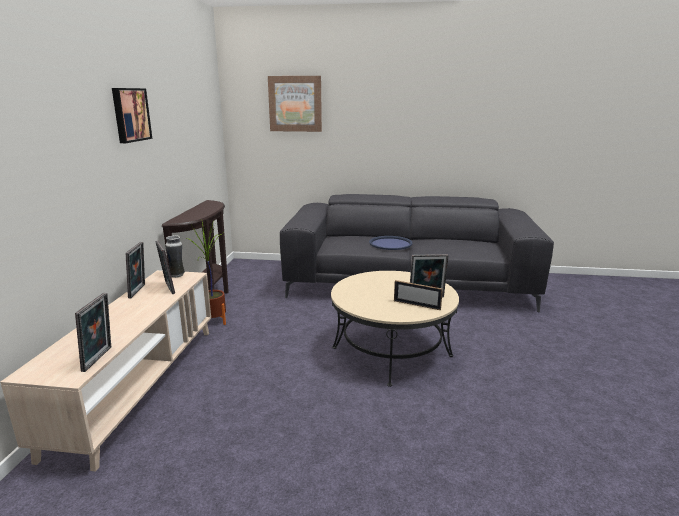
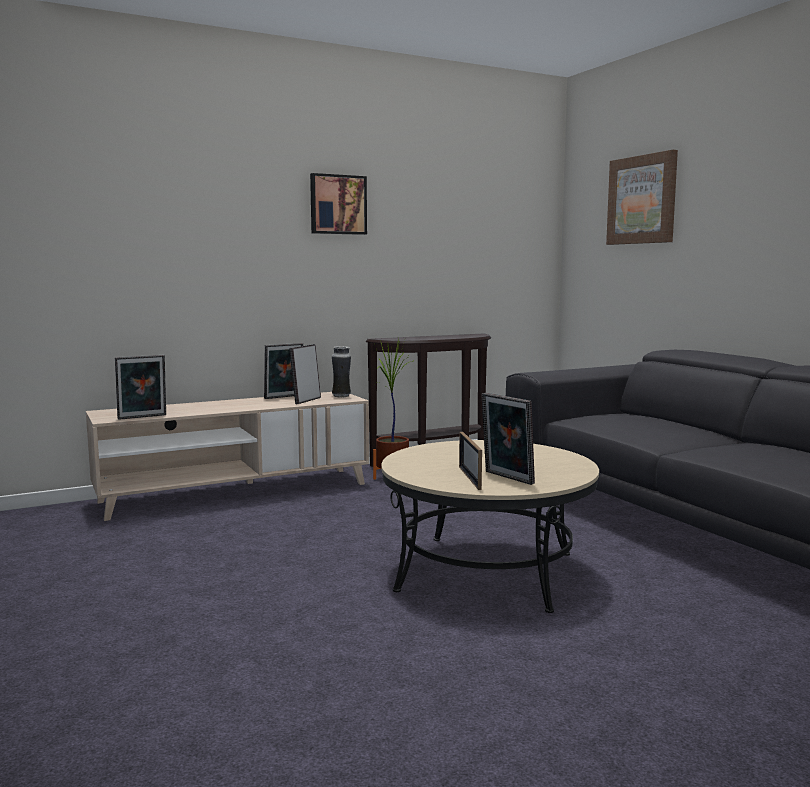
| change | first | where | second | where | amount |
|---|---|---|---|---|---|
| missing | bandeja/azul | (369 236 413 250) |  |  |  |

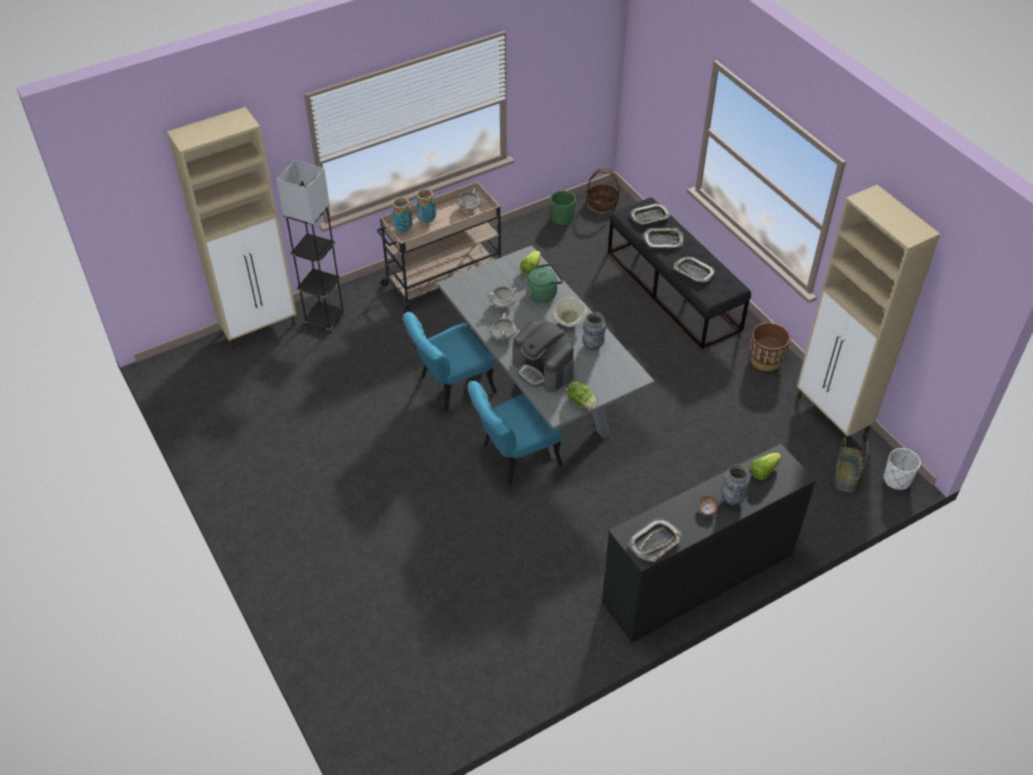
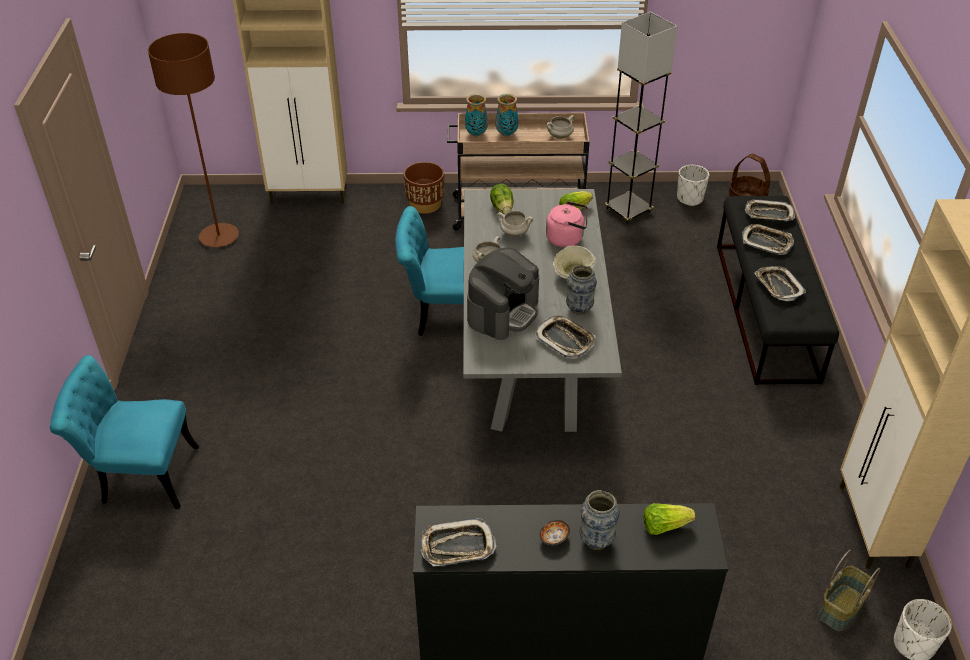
| change | first | where | second | where | amount |
|---|---|---|---|---|---|
| relocated | silla/turquesa | (468 381 563 485) |  | (50 355 199 509) |  |
| appeared |  |  | lámpara de pie/marrón | (148 33 239 247) |  |
| relocated | maceta/marrón | (750 323 791 371) |  | (404 162 444 214) |  |
| spun | cafetera | (513 319 574 393) |  | (467 248 539 340) | 135 degrees counterclockwise |
| relocated | lechuga | (567 381 597 409) |  | (490 184 514 214) |  |
| appeared |  |  | bandeja | (535 316 596 359) |  |
| colour | hervidor/verde | (527 264 563 303) | hervidor/rosa | (546 201 588 247) |  |
| relocated | lámpara de pie/gris | (277 160 346 333) |  | (605 12 678 224) |  |
| colour | maceta/verde | (550 191 576 225) | maceta/blanco | (677 165 709 206) |  |

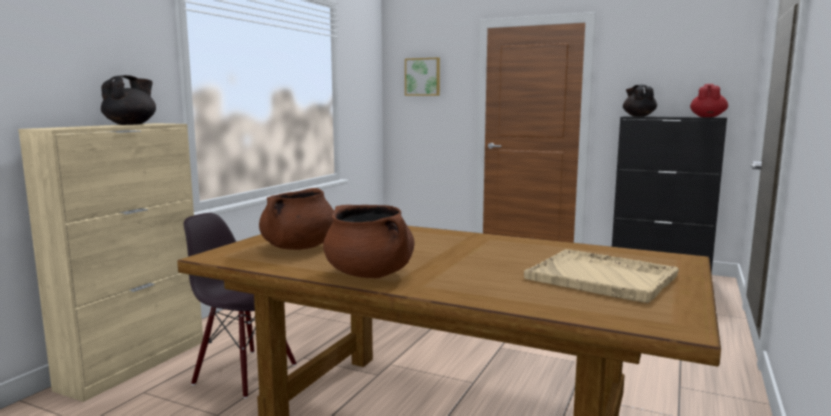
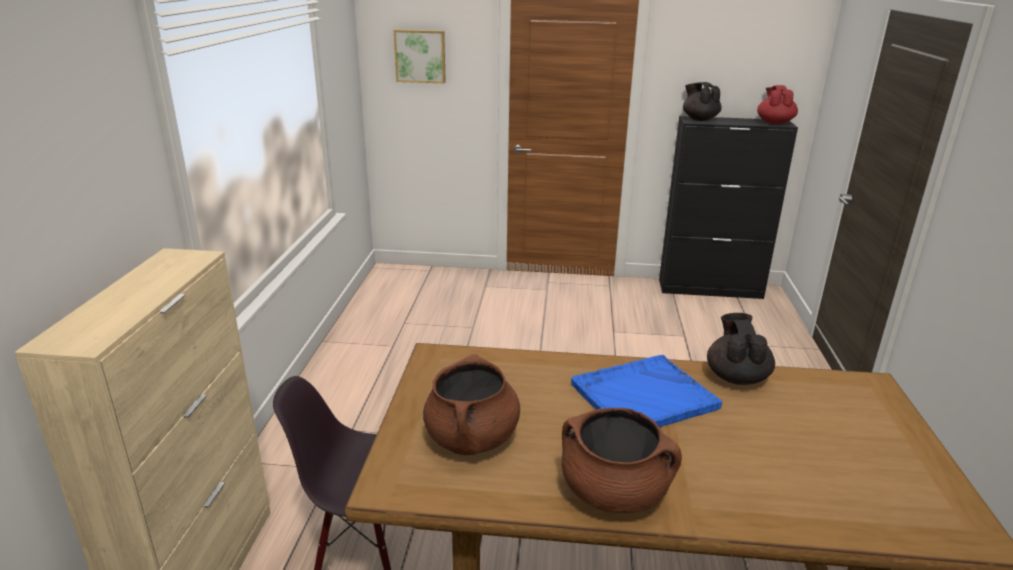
| change | first | where | second | where | amount |
|---|---|---|---|---|---|
| appeared |  |  | bandeja/azul | (571 355 722 427) |  |
| relocated | tetera/negro | (101 75 156 125) |  | (707 313 775 385) |  |
| missing | bandeja/beis | (524 249 679 303) |  |  |  |

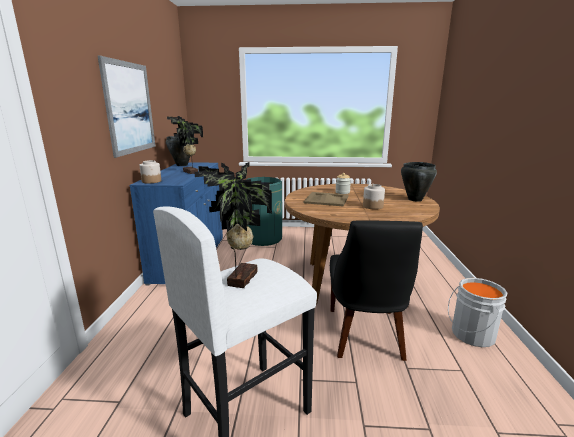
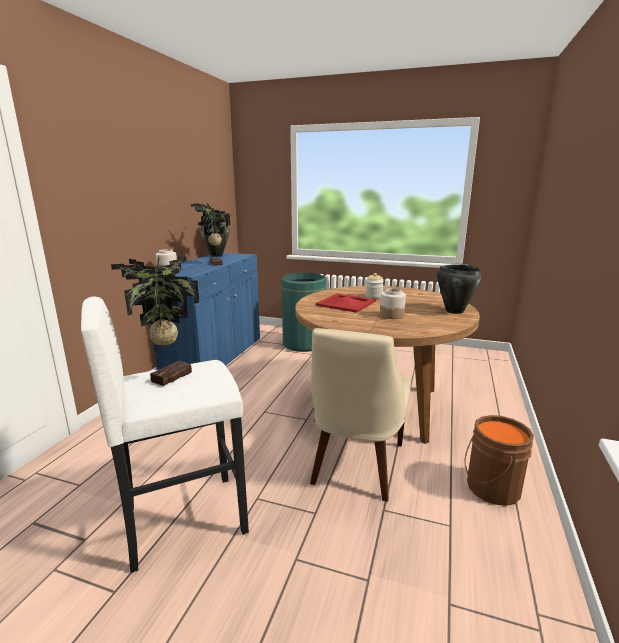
| change | first | where | second | where | amount |
|---|---|---|---|---|---|
| colour | silla/negro | (330 220 423 361) | silla/beis | (310 328 411 502) |  |
| colour | bandeja/beis | (304 192 349 207) | bandeja/rojo | (315 293 376 313) |  |
| colour | cubo/gris | (448 278 508 347) | cubo/marrón | (465 415 534 506) |  |
| missing | cuadro | (98 56 156 158) |  |  |  |

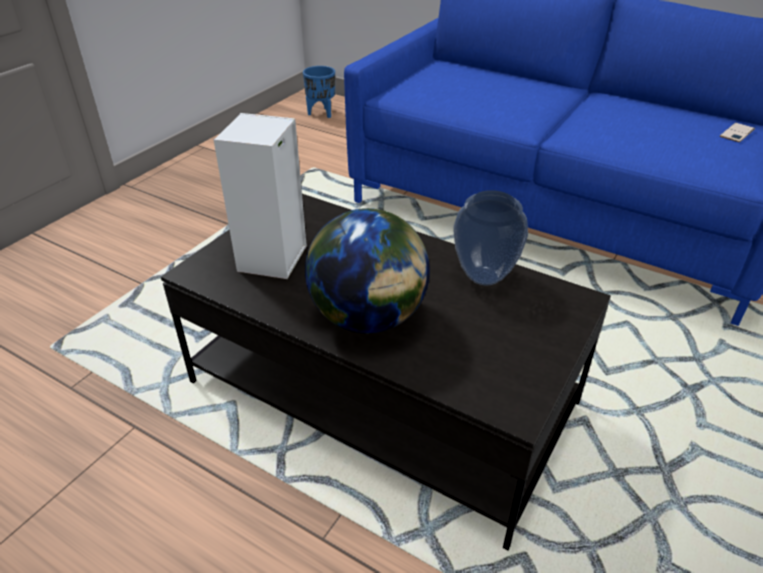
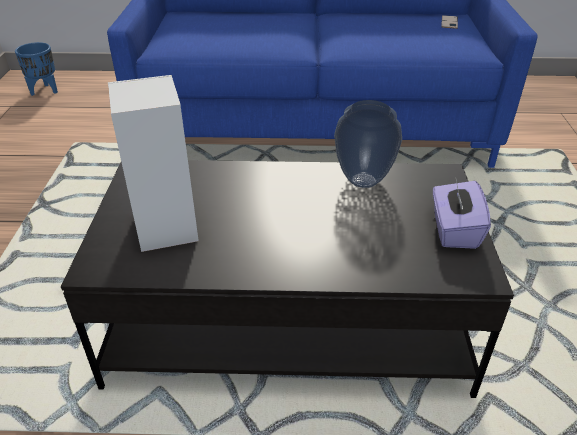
| change | first | where | second | where | amount |
|---|---|---|---|---|---|
| appeared |  |  | caja de pañuelos/morado | (433 180 491 249) |  |
| missing | globo terráqueo | (305 208 430 333) |  |  |  |

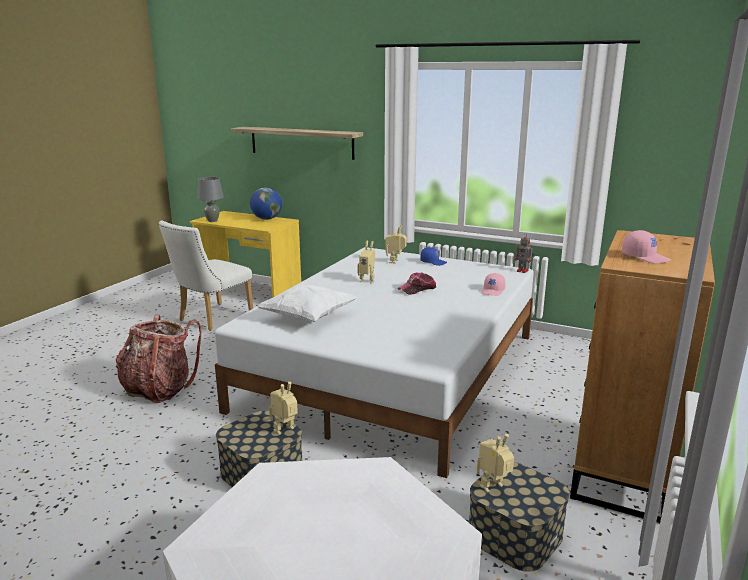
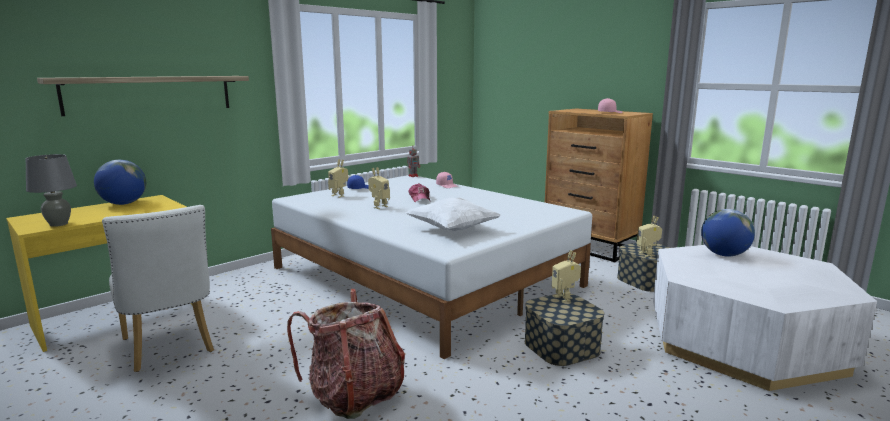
| change | first | where | second | where | amount |
|---|---|---|---|---|---|
| appeared |  |  | globo terráqueo | (701 209 755 257) |  |

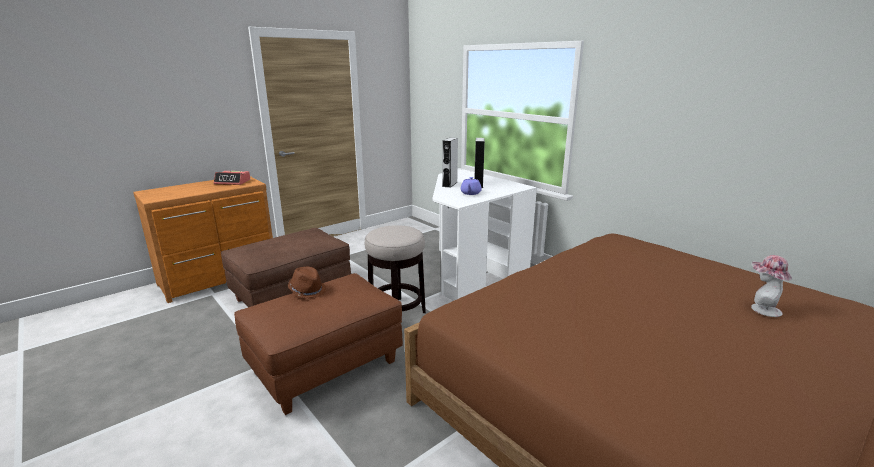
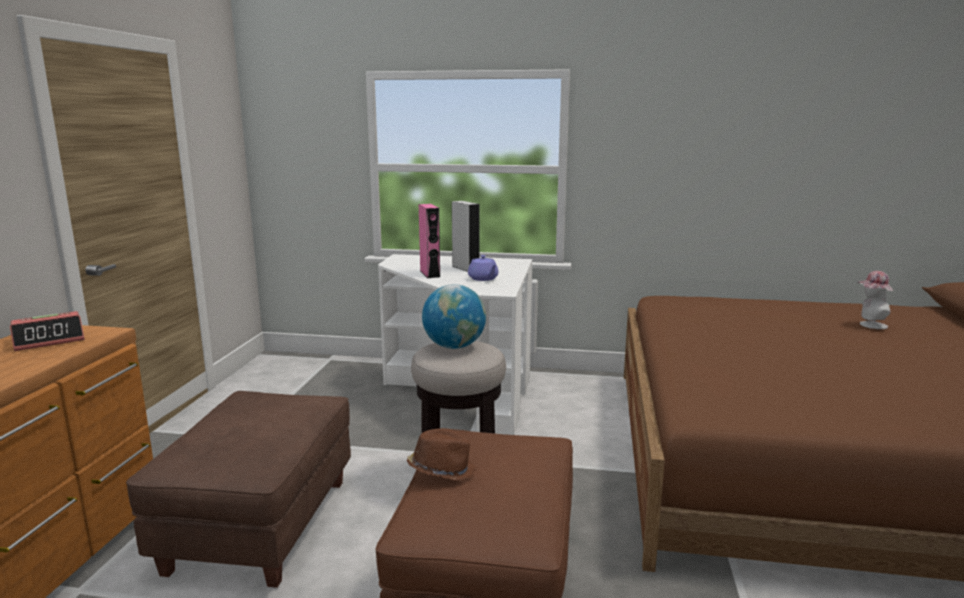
| change | first | where | second | where | amount |
|---|---|---|---|---|---|
| colour | altavoz/gris | (442 137 458 188) | altavoz/rosa | (419 204 440 278) |  |
| appeared |  |  | globo terráqueo | (422 284 486 349) |  |

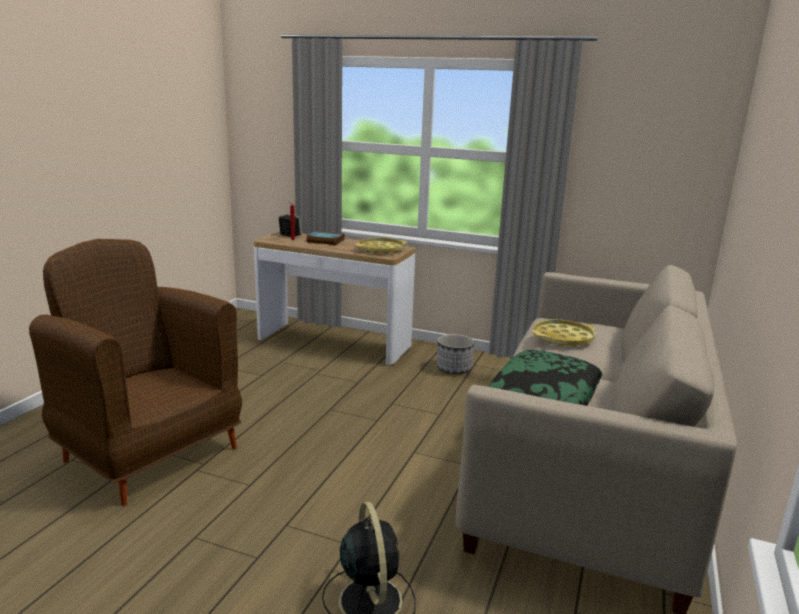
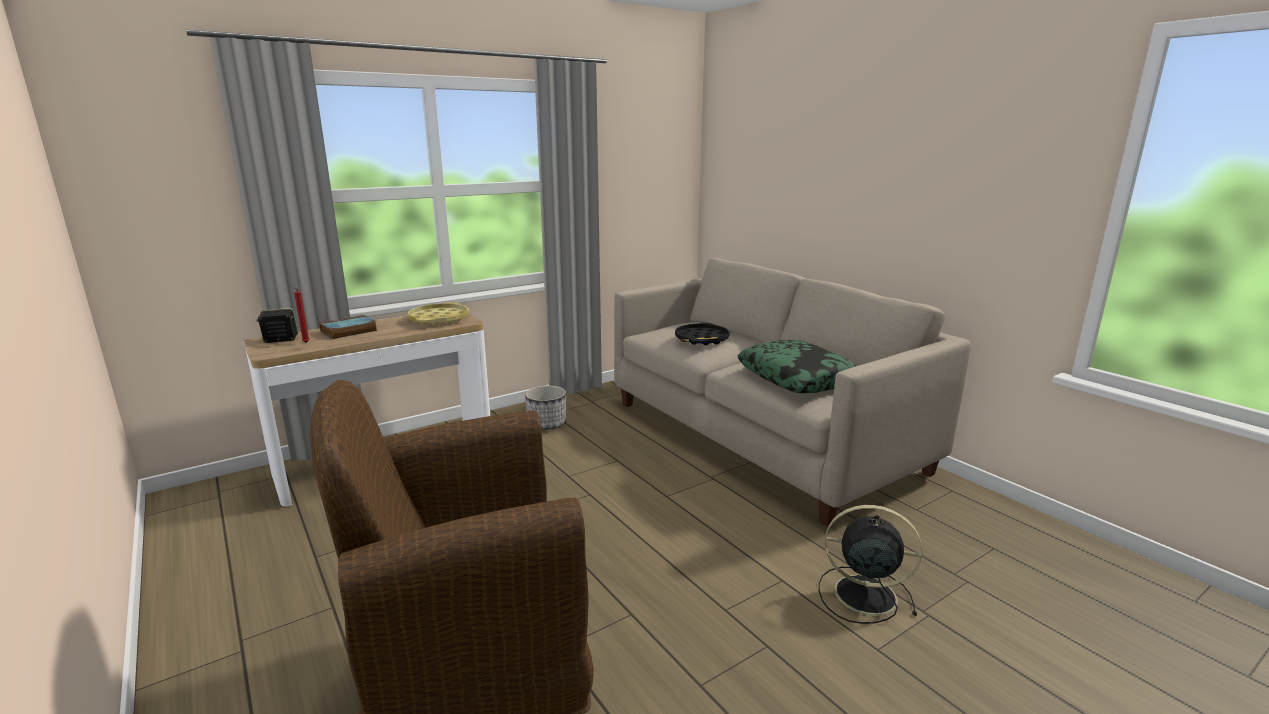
| change | first | where | second | where | amount |
|---|---|---|---|---|---|
| colour | bandeja/amarillo | (532 319 596 347) | bandeja/negro | (675 322 730 345) |  |

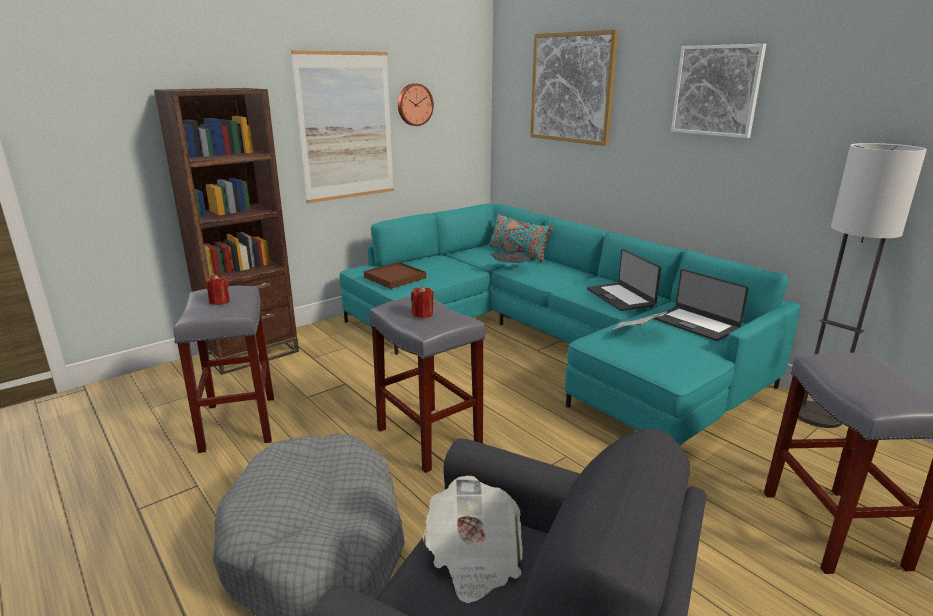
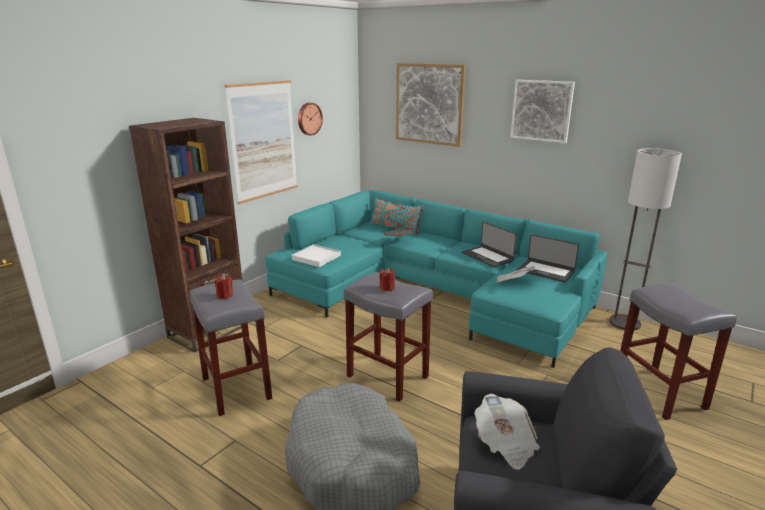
| change | first | where | second | where | amount |
|---|---|---|---|---|---|
| colour | bandeja/marrón | (364 262 426 289) | bandeja/blanco | (292 244 341 267) |  |

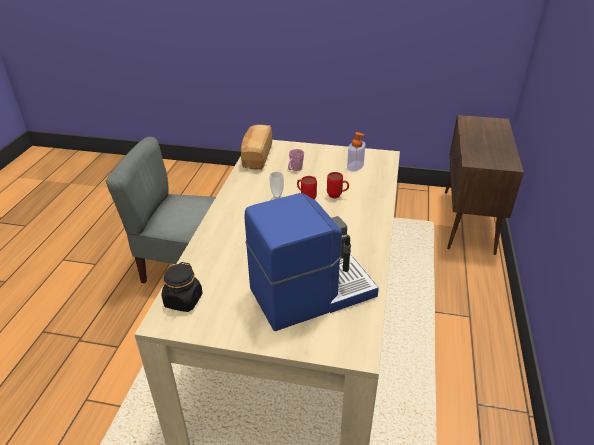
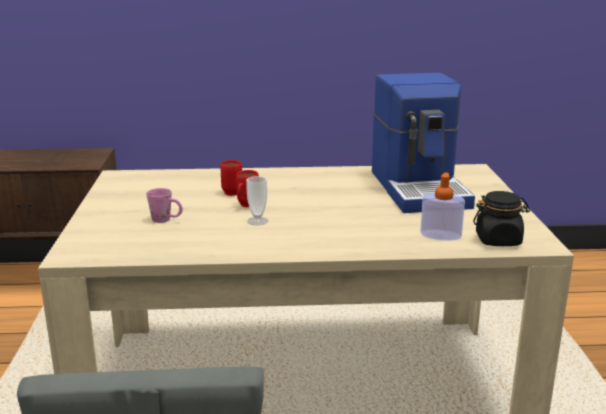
| change | first | where | second | where | amount |
|---|---|---|---|---|---|
| spun | cafetera | (244 193 379 331) |  | (372 73 475 213) | 150 degrees counterclockwise |
| relocated | dispensador de jabón | (347 132 365 172) |  | (420 172 465 241) |  |
| missing | pan | (241 125 272 170) |  |  |  |

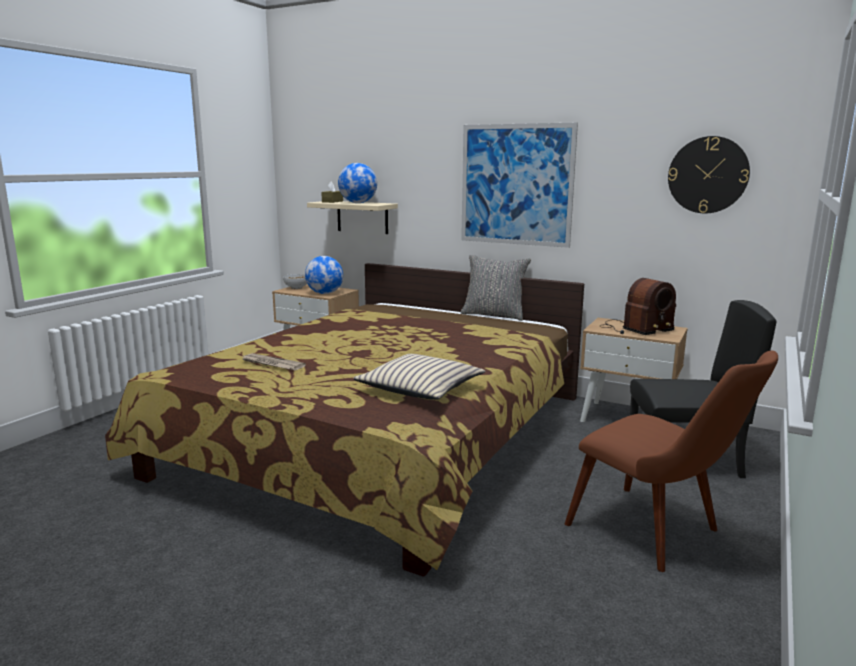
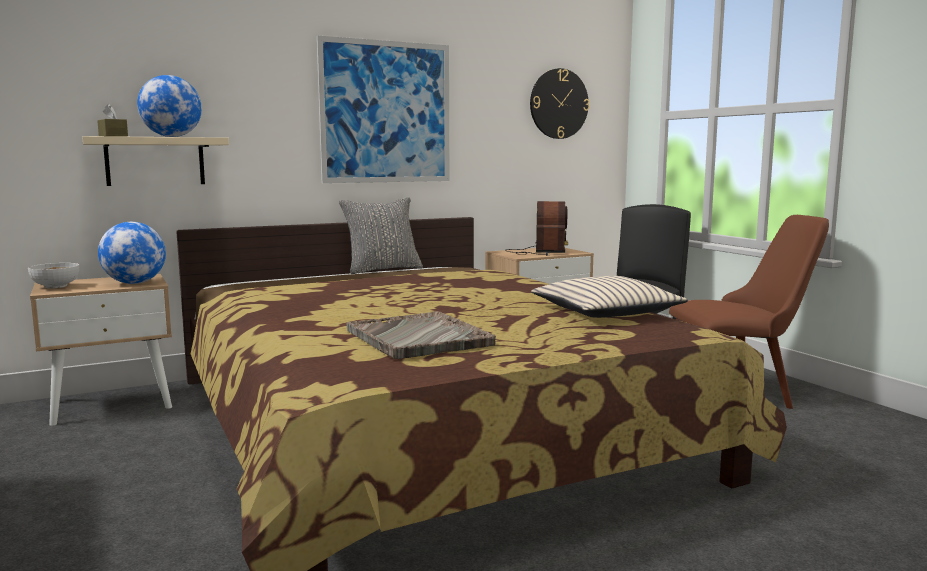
| change | first | where | second | where | amount |
|---|---|---|---|---|---|
| exchanged | periódico | (243 353 306 370) | bandeja/gris | (346 311 496 359) |  |

